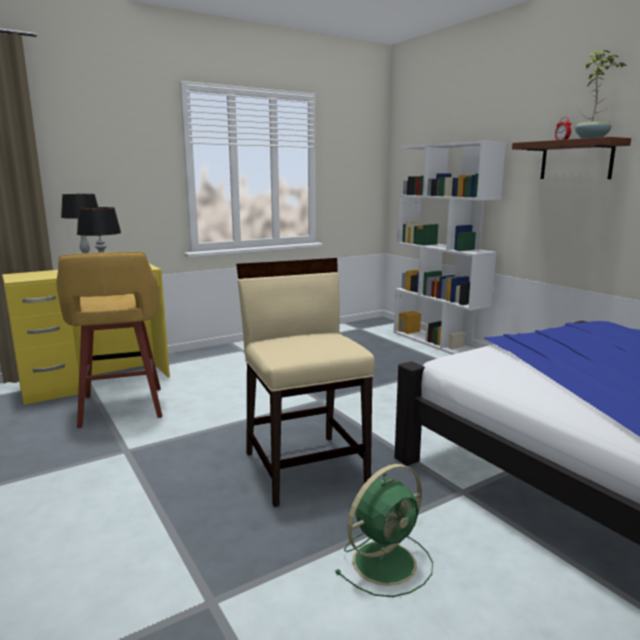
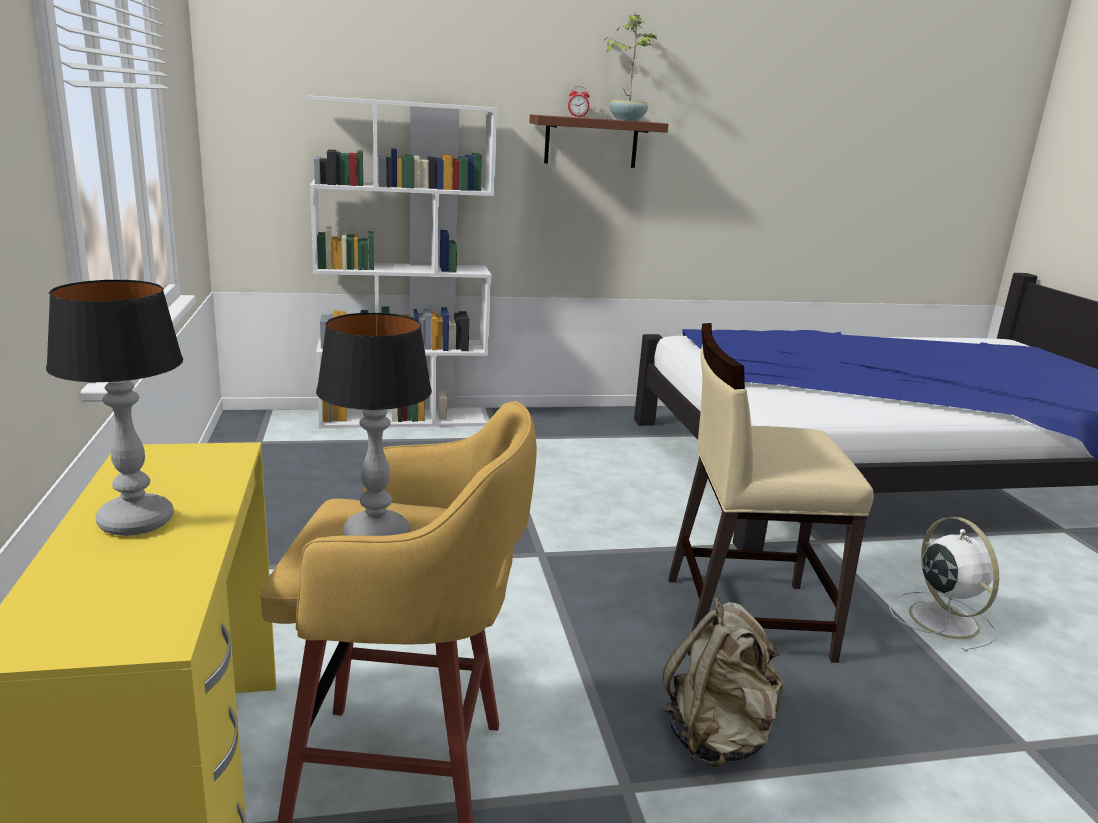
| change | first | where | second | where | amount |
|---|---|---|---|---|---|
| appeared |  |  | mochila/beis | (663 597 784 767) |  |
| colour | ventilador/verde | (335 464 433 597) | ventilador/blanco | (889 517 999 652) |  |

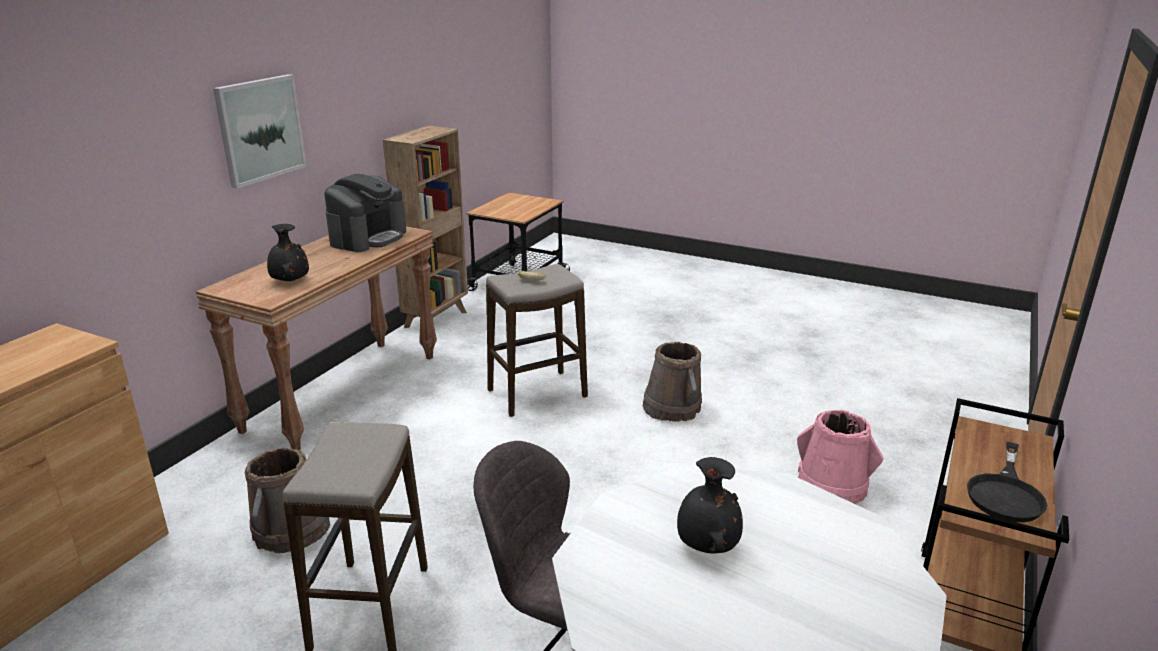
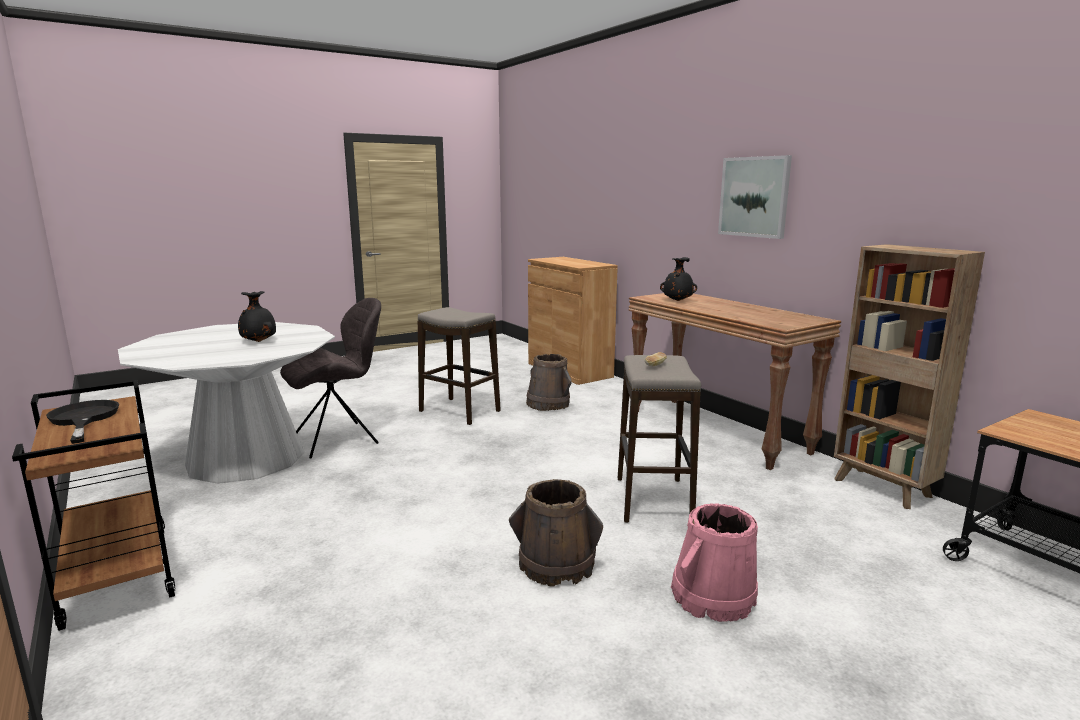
| change | first | where | second | where | amount |
|---|---|---|---|---|---|
| relocated | cubo/rosa | (797 409 884 504) |  | (671 503 758 622) |  |
| missing | cafetera | (324 174 406 252) |  |  |  |

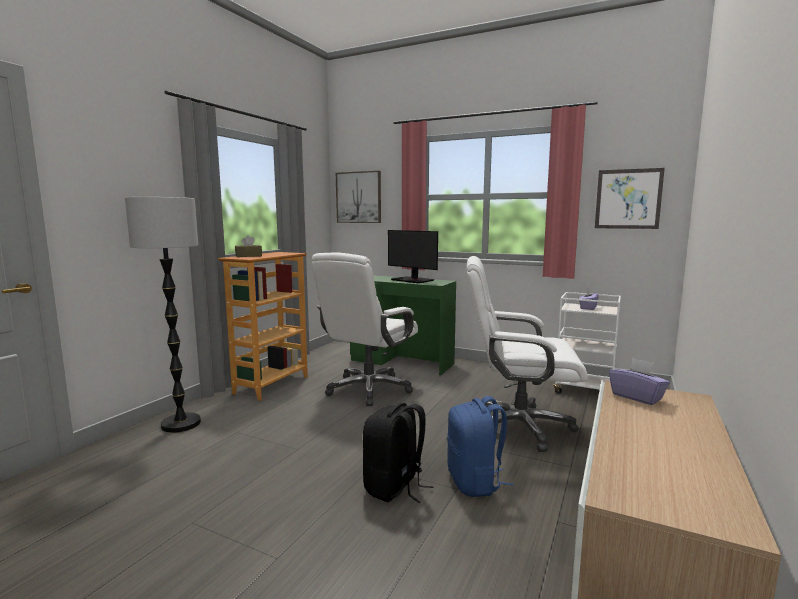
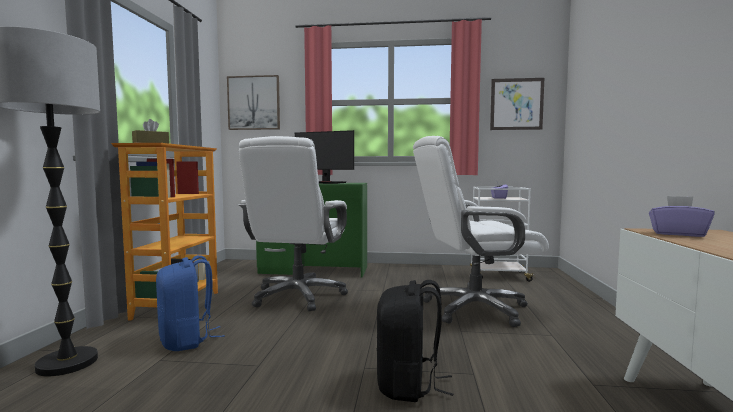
| change | first | where | second | where | amount |
|---|---|---|---|---|---|
| relocated | mochila/azul | (447 396 513 497) |  | (156 255 225 351) |  |

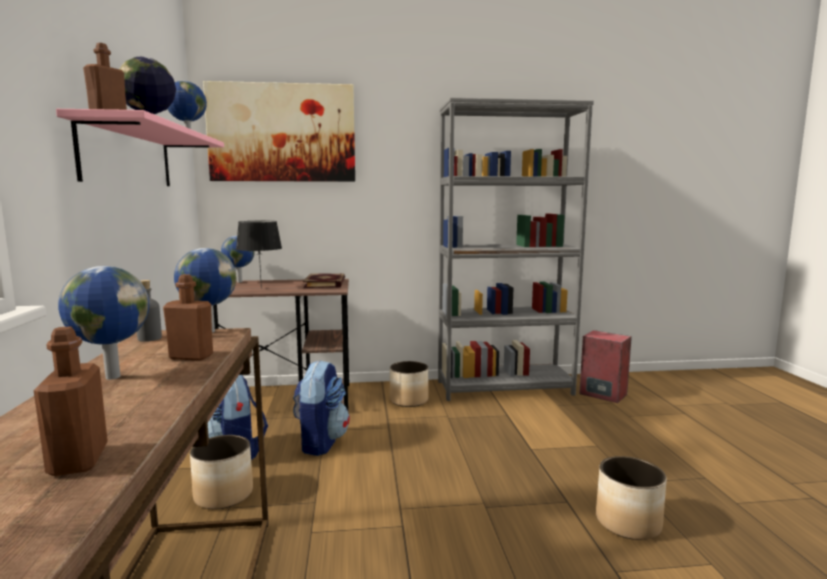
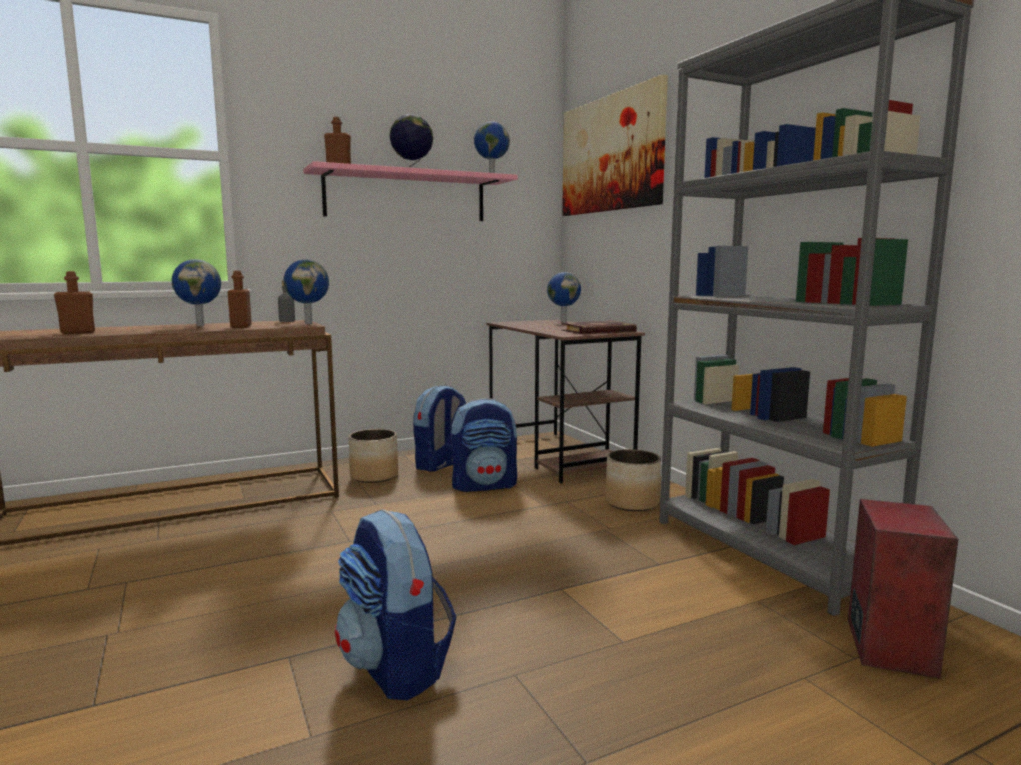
| change | first | where | second | where | amount |
|---|---|---|---|---|---|
| exchanged | maceta | (596 456 667 540) | mochila | (335 510 457 700) |  |
| missing | lámpara de mesa/negro | (236 221 282 288) |  |  |  |

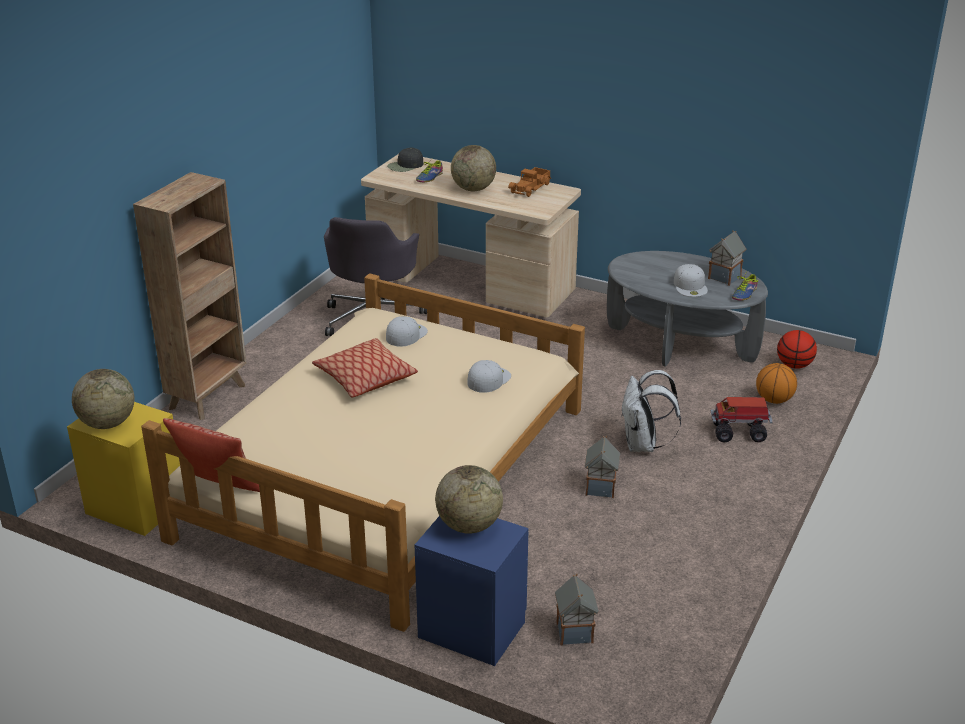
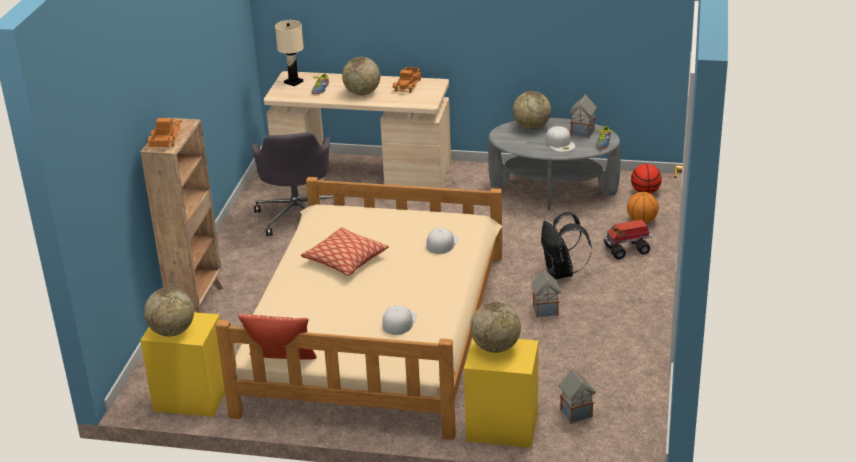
| change | first | where | second | where | amount |
|---|---|---|---|---|---|
| appeared |  |  | camión de juguete | (148 118 182 147) |  |
| exchanged | gorra/negro | (387 148 423 172) | lámpara de mesa/beis | (275 20 304 86) |  |
| relocated | gorra/blanco | (386 316 428 347) |  | (382 305 417 335) |  |
| colour | mesita de noche/azul | (415 516 529 666) | mesita de noche/amarillo | (464 338 539 448) |  |
| appeared |  |  | globo terráqueo | (513 91 551 130) |  |
| colour | mochila/blanco | (621 370 681 452) | mochila/negro | (541 212 592 279) |  |

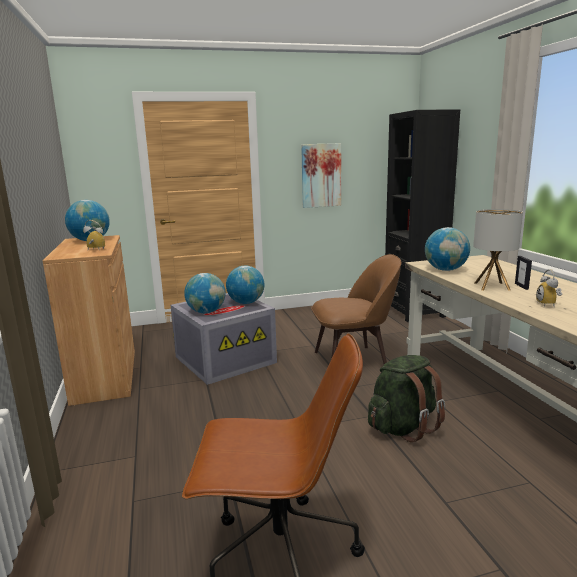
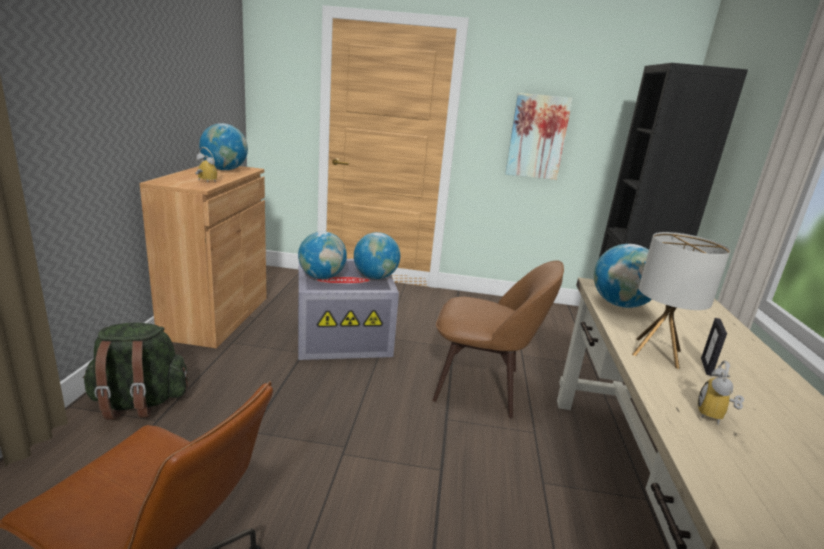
| change | first | where | second | where | amount |
|---|---|---|---|---|---|
| relocated | mochila/verde | (368 355 446 443) |  | (83 323 188 420) |  |

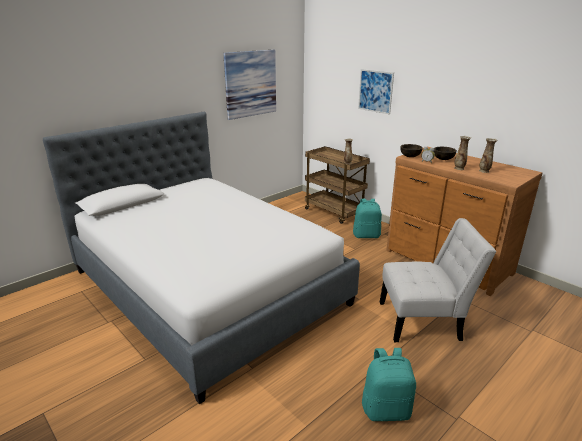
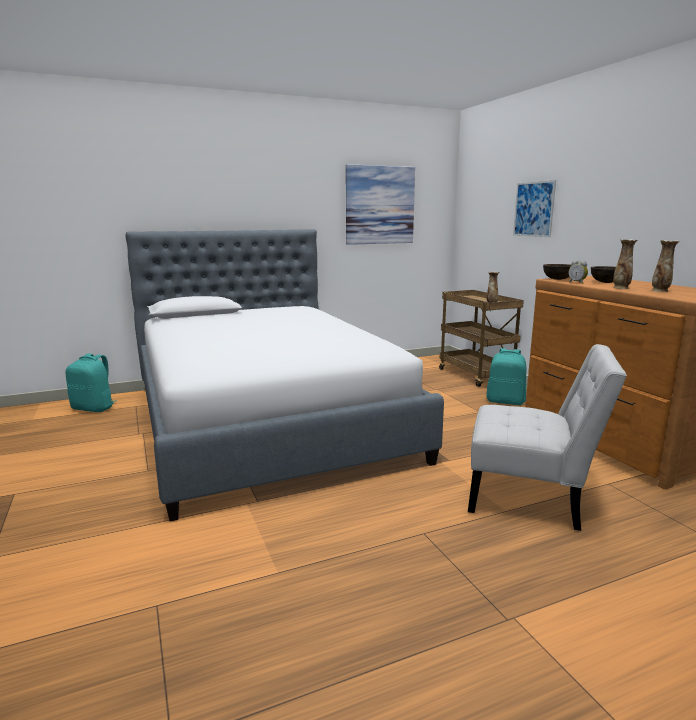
| change | first | where | second | where | amount |
|---|---|---|---|---|---|
| relocated | mochila/turquesa | (362 348 416 421) |  | (65 354 117 412) |  |

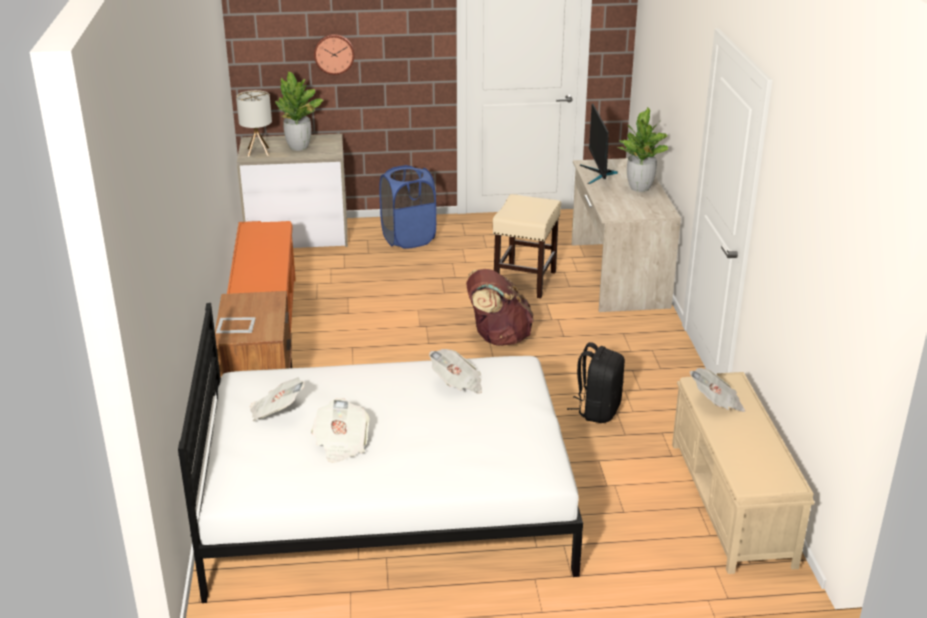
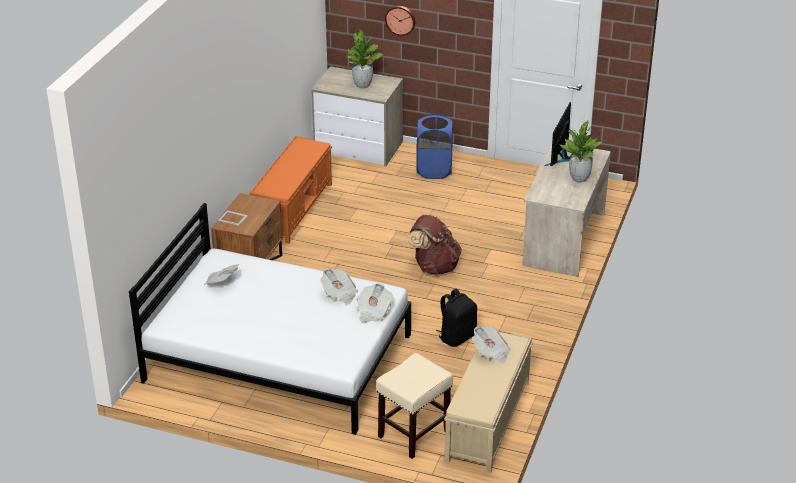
| change | first | where | second | where | amount |
|---|---|---|---|---|---|
| relocated | periódico | (311 398 370 463) |  | (357 283 393 322) |  |
| relocated | taburete/beis | (493 194 561 298) |  | (376 353 453 459) |  |
| missing | lámpara de mesa | (236 90 272 157) |  |  |  |

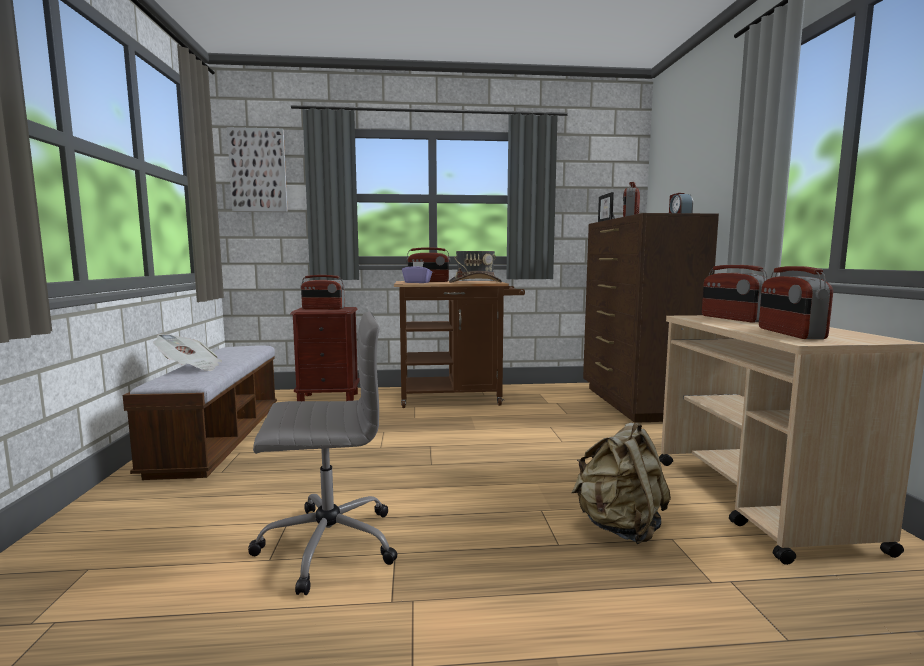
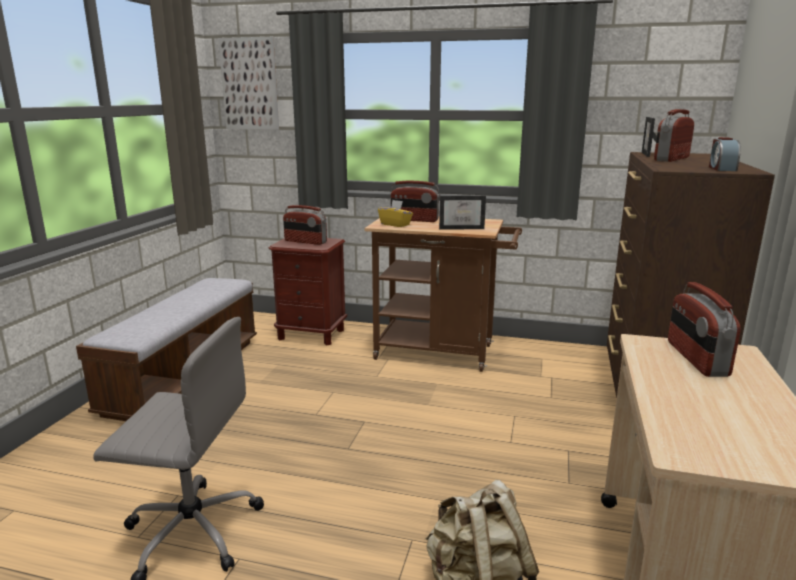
| change | first | where | second | where | amount |
|---|---|---|---|---|---|
| colour | caja de pañuelos/morado | (402 261 432 283) | caja de pañuelos/amarillo | (378 200 413 227) |  |
| exchanged | sombrero/gris | (449 251 502 283) | portarretratos | (439 195 486 230) |  |
| missing | periódico | (153 334 222 371) |  |  |  |
| missing | radio | (759 266 833 339) |  |  |  |

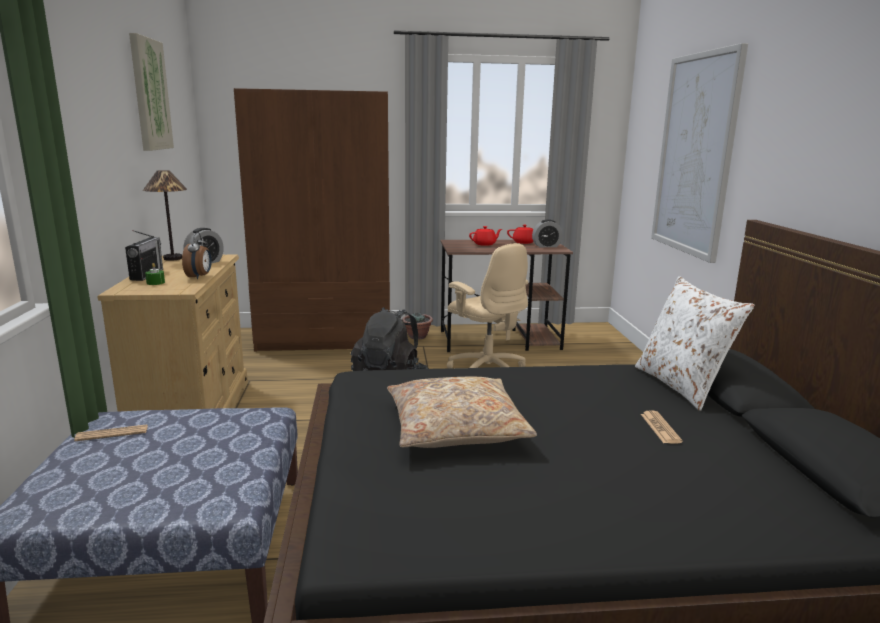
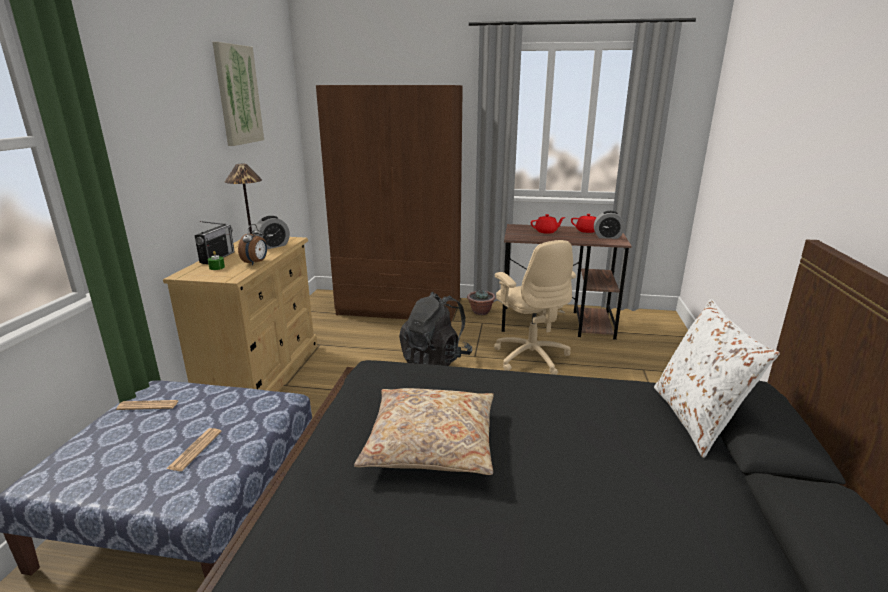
| change | first | where | second | where | amount |
|---|---|---|---|---|---|
| relocated | periódico | (641 410 683 443) |  | (167 428 222 471) |  |
| missing | cuadro | (651 43 748 263) |  |  |  |

